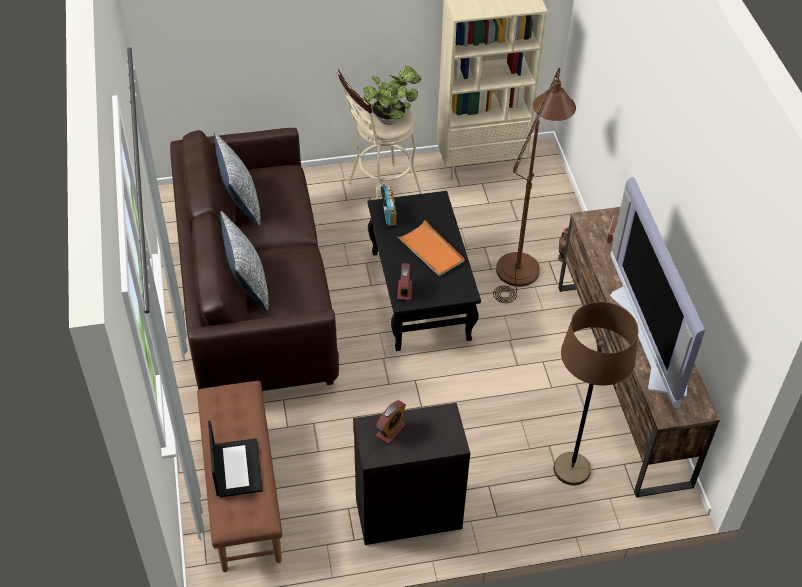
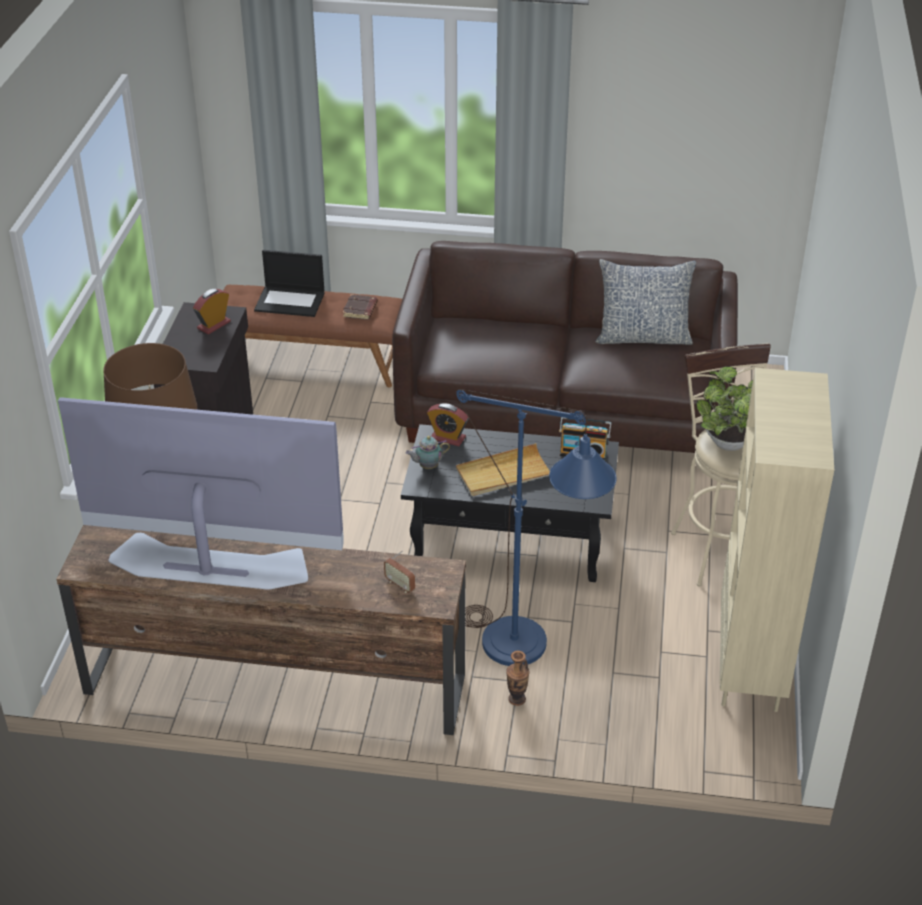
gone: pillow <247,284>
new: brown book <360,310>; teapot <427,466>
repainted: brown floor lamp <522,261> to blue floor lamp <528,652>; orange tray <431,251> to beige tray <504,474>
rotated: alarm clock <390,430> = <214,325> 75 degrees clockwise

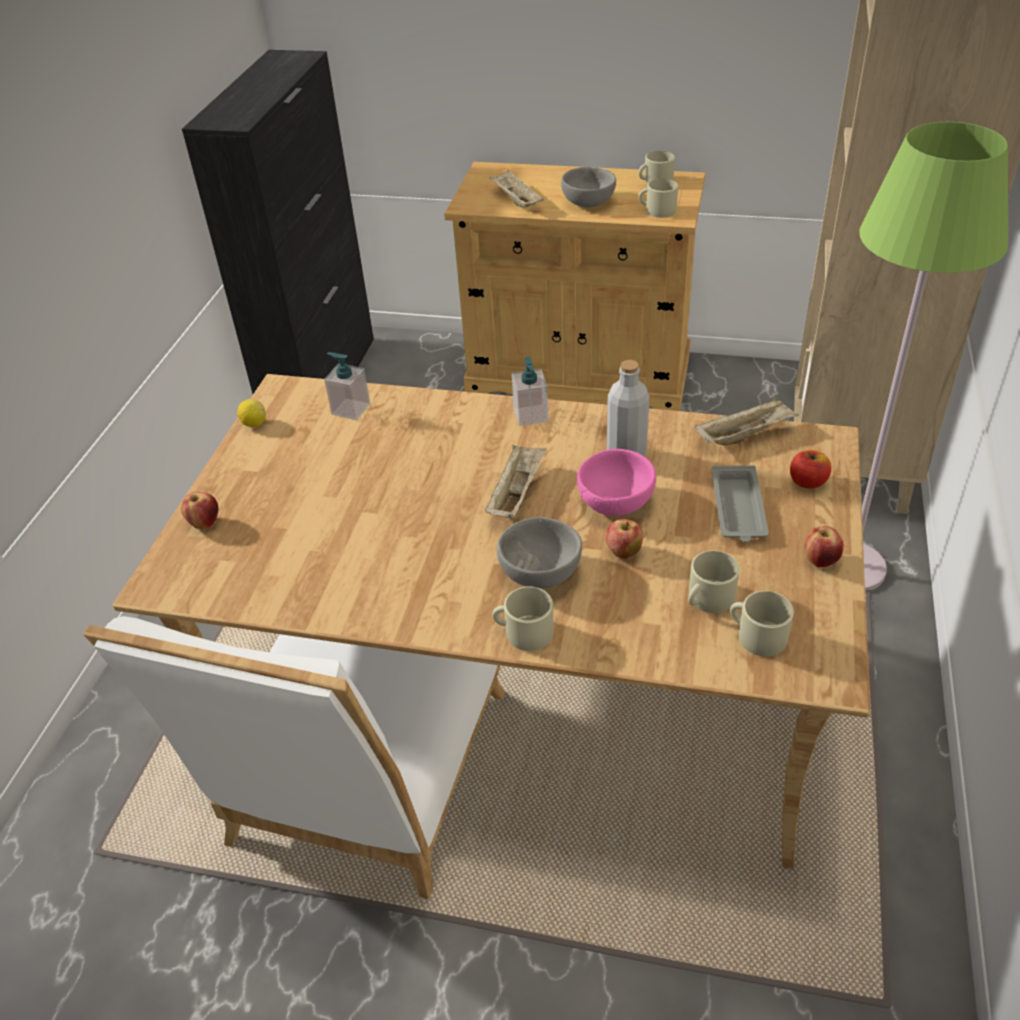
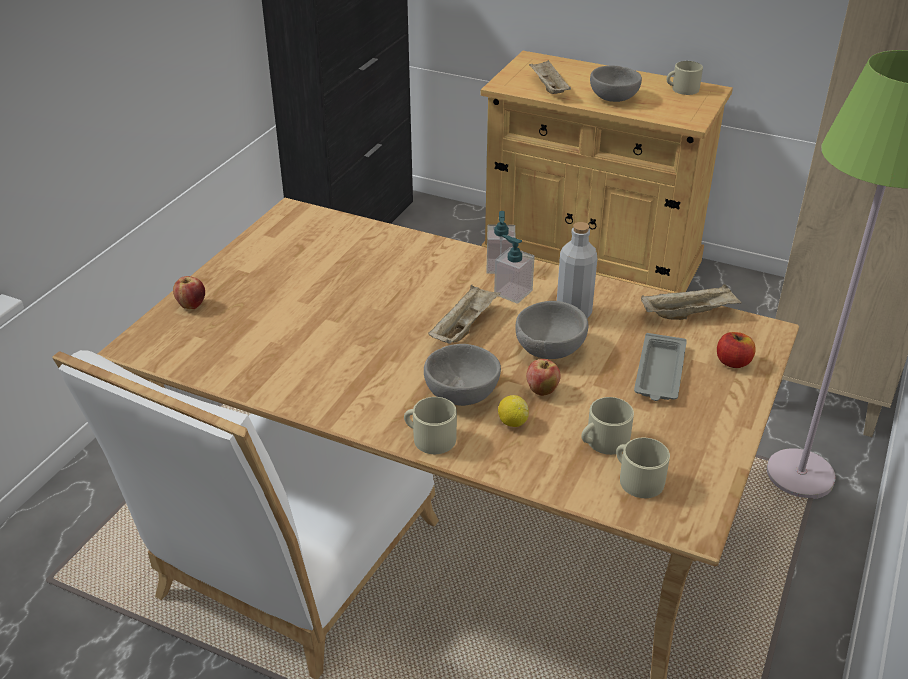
gone: beige mug <657,210>; apple <820,560>
shifted: soap dispenser <350,409> to <513,292>; lemon <254,423> to <512,422>
repainted: pink bowl <617,502> to grey bowl <551,349>

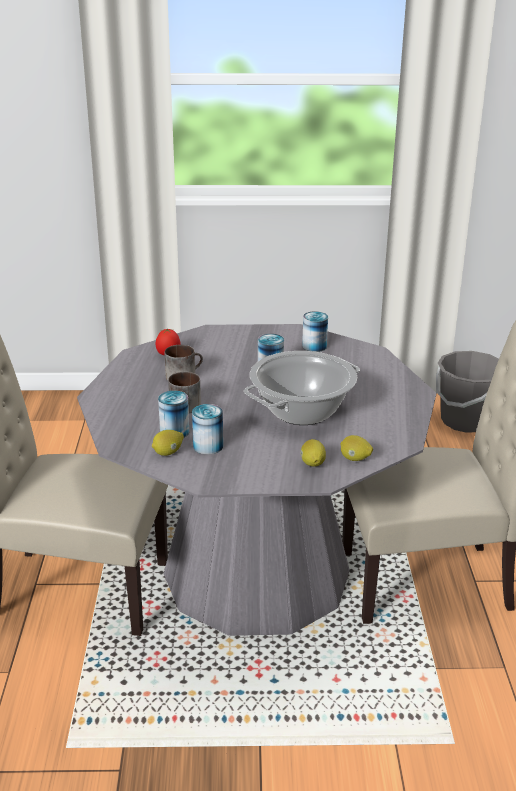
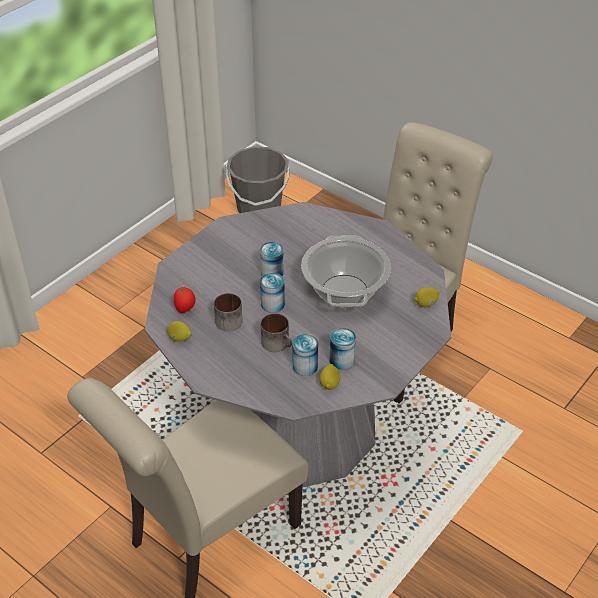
shifted: lemon <312,464> to <179,338>; can <314,346> to <272,304>

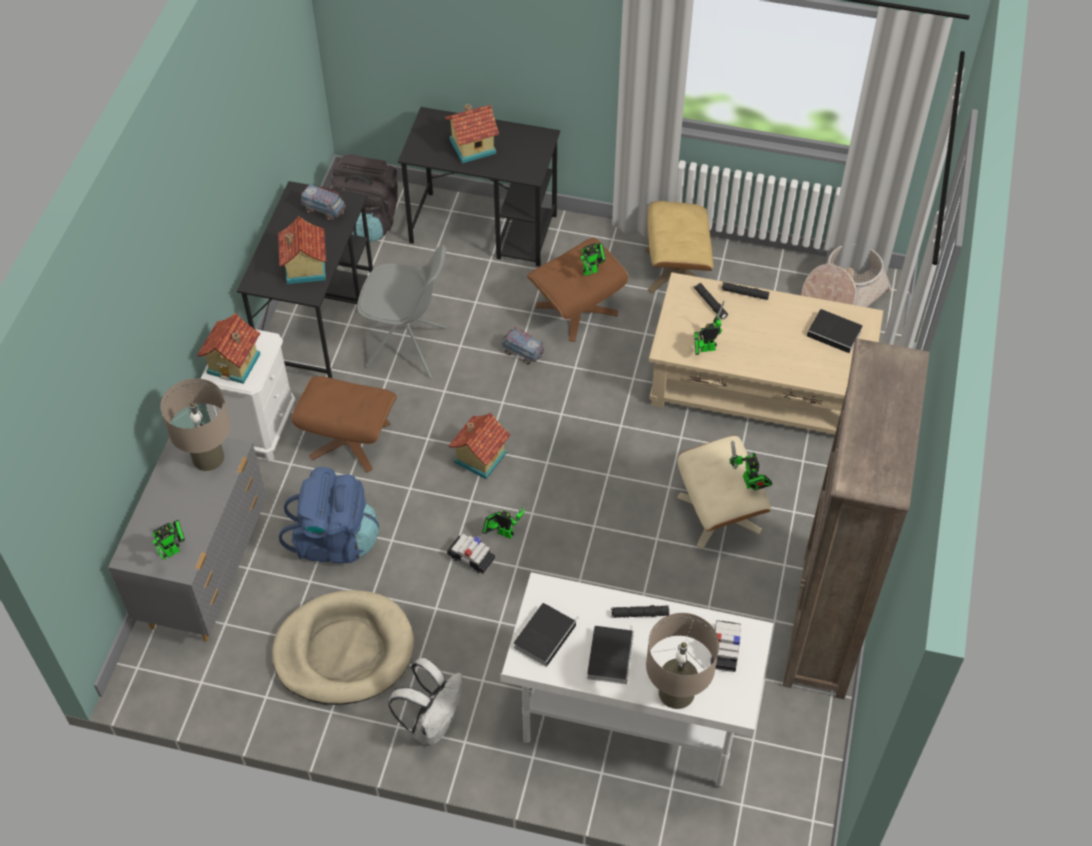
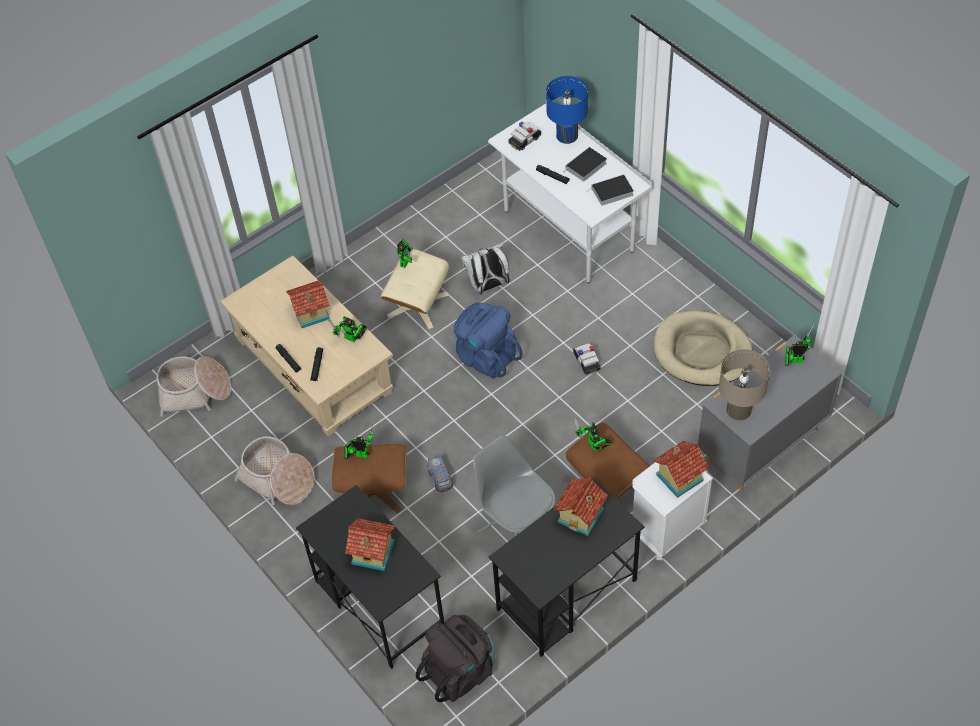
gone: toy truck <324,210>; brown bookcase <823,625>; book <836,334>
shifted: toy house <479,457> to <312,313>; blue backpack <335,540> to <485,356>; white backpack <432,723> to <487,286>; toy robot <503,532> to <594,446>
swapped: beige ottoman <676,269> to basket <278,479>
repainted: beige table lamp <676,692> to blue table lamp <567,135>

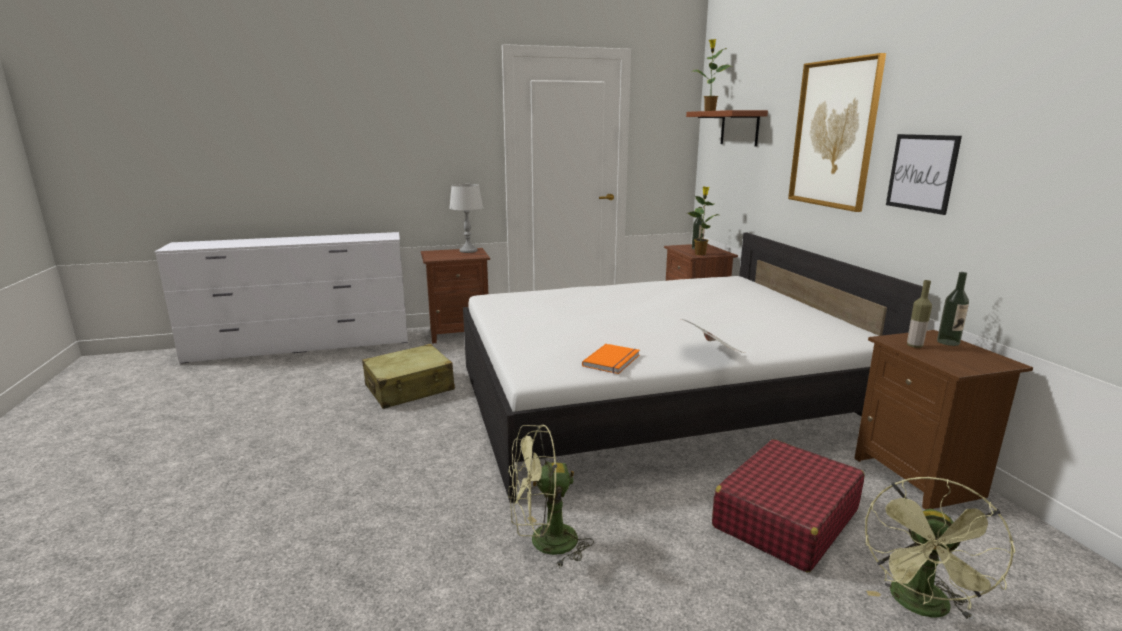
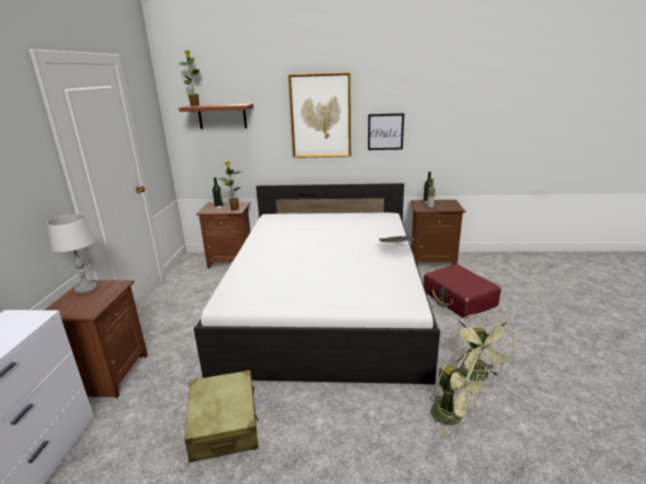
gone: orange book <613,361>
shifted: green fan <922,608> to <453,417>

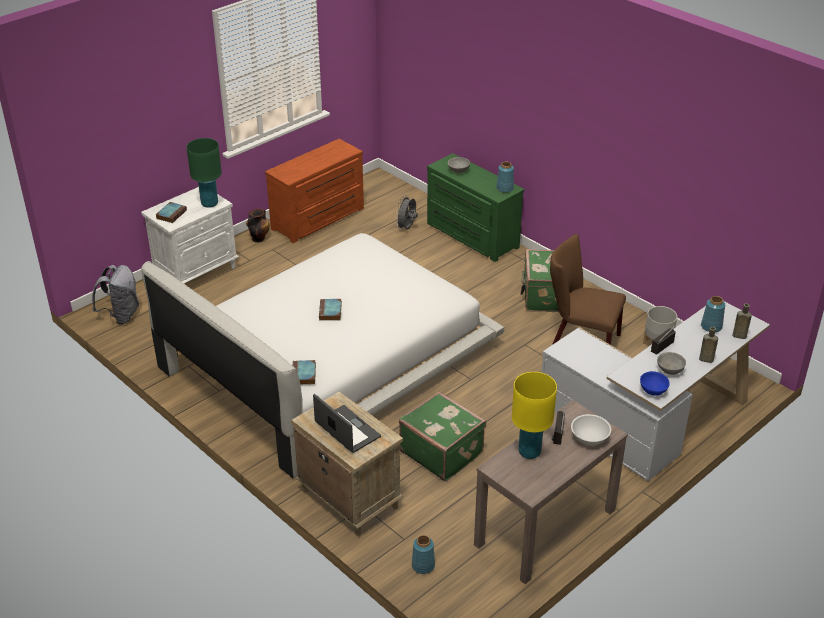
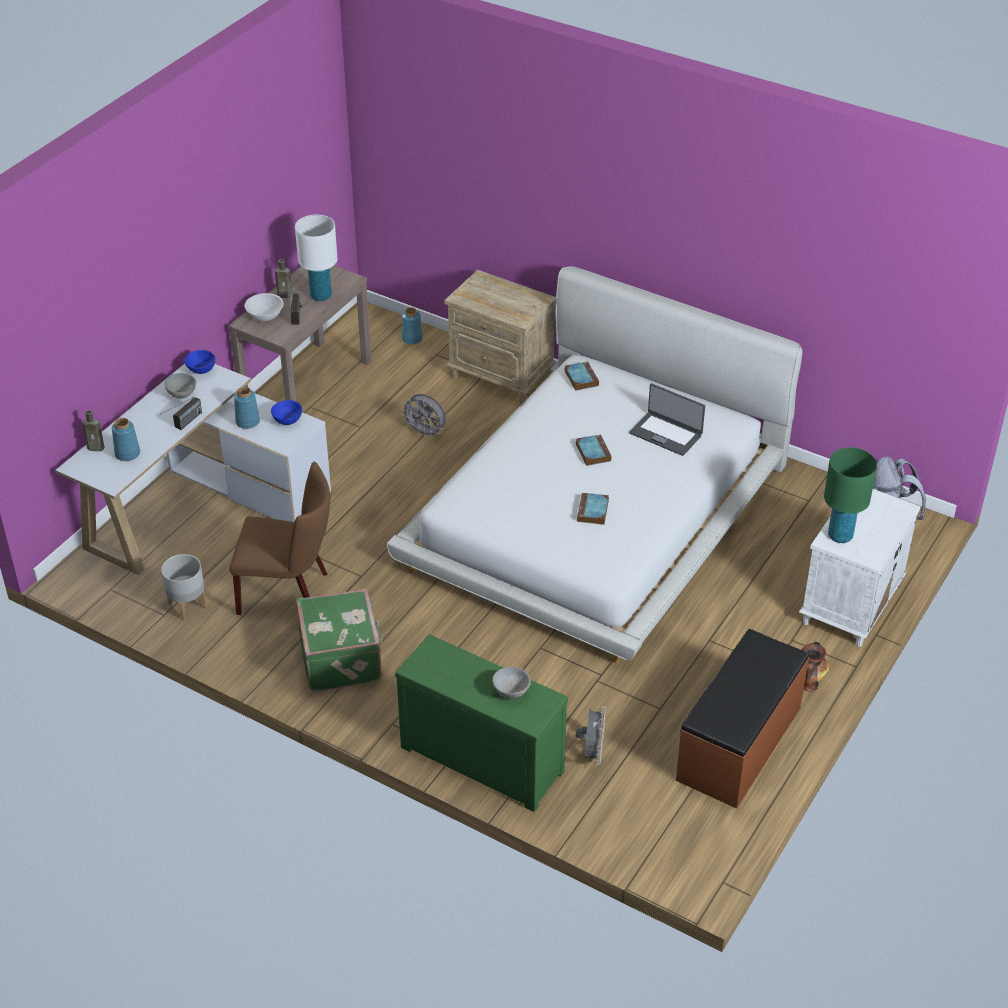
new: blue bowl <287,421>
shifted: blue vase <504,189> to <248,421>; brown bottle <705,359> to <286,295>; book <171,214> to <593,512>; laptop <346,430> to <666,434>
swapped: green suitcase <442,451> to grey fan <425,433>; brown dresser <319,219> to brown bench <740,744>
repainted: yellow table lamp <529,452> to white table lamp <320,296>

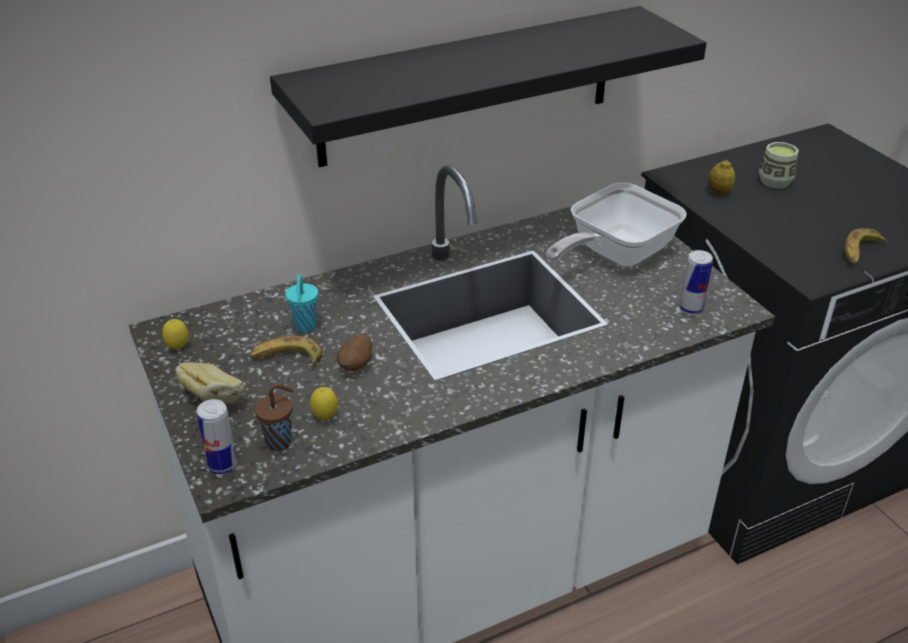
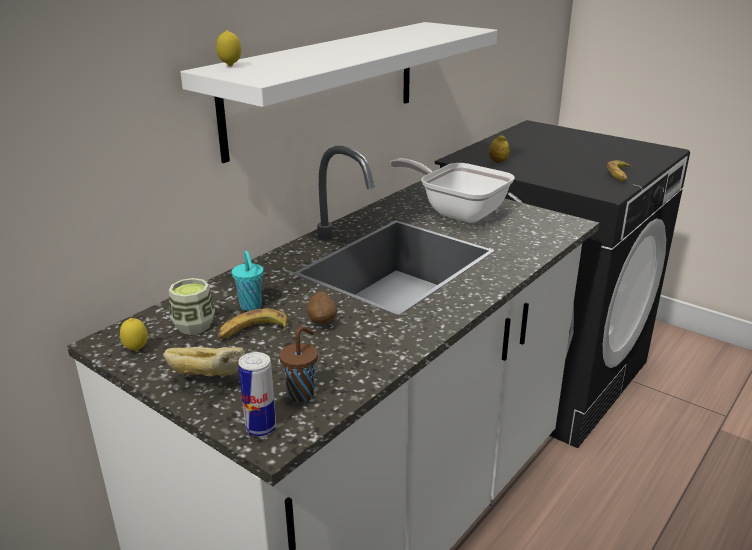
gone: can <691,309>
shifted: cup <775,181> to <194,325>; lemon <325,418> to <230,66>
repainted: black shelf <468,86> to white shelf <325,86>
rotated: frying pan <614,255> = <457,211> 105 degrees clockwise

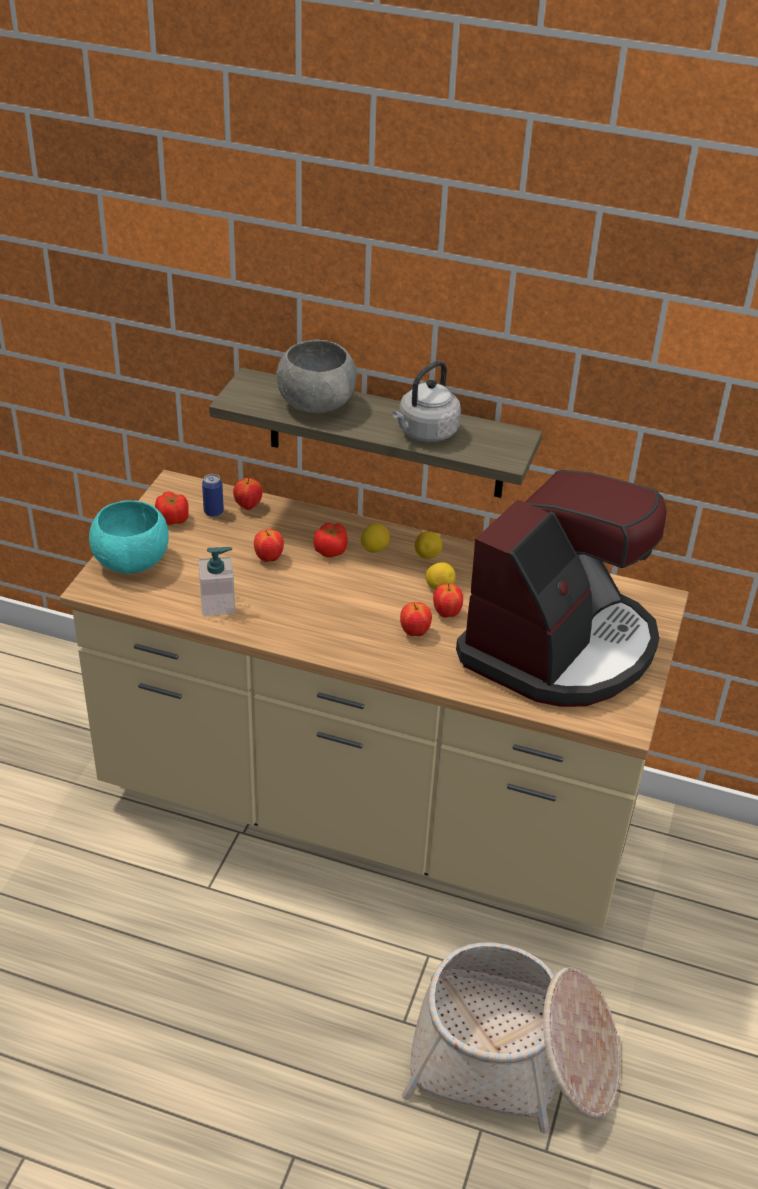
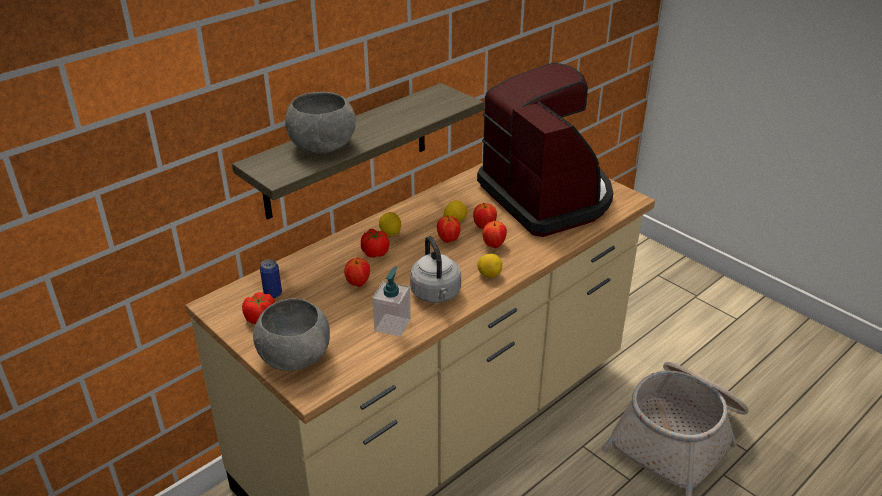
shifted: grey kettle <425,433> to <436,295>; apple <248,506> to <448,240>; lemon <427,555> to <489,275>
repainted: turquoise bowl <130,561> to grey bowl <294,357>

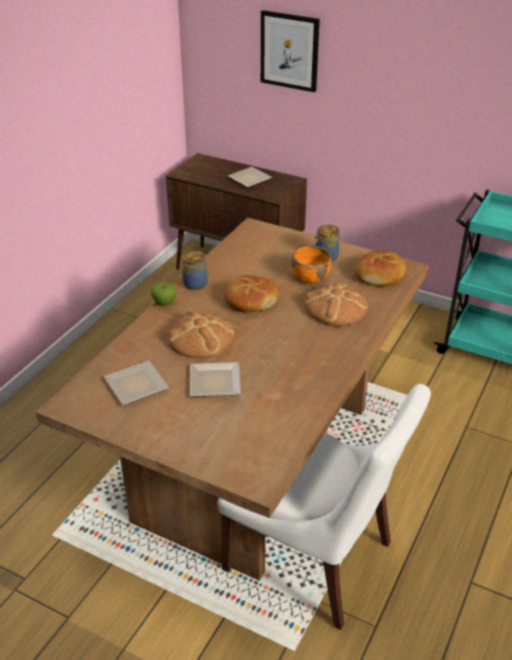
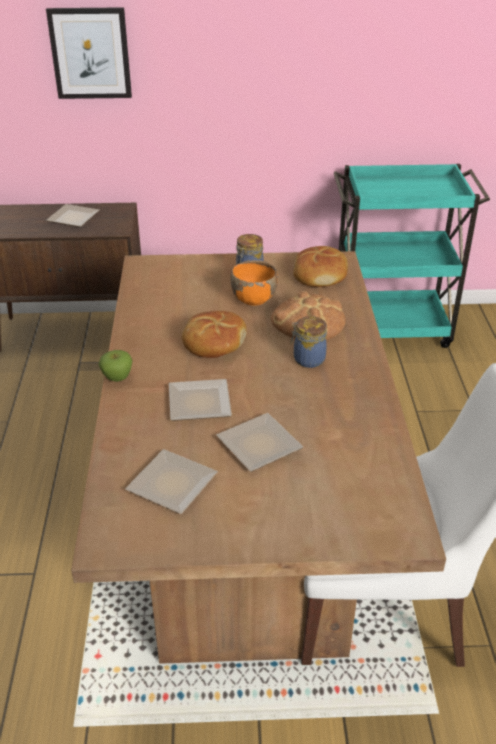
shifted: jar <194,283> to <307,359>
swapped: bread <201,338> to plate <197,402>

